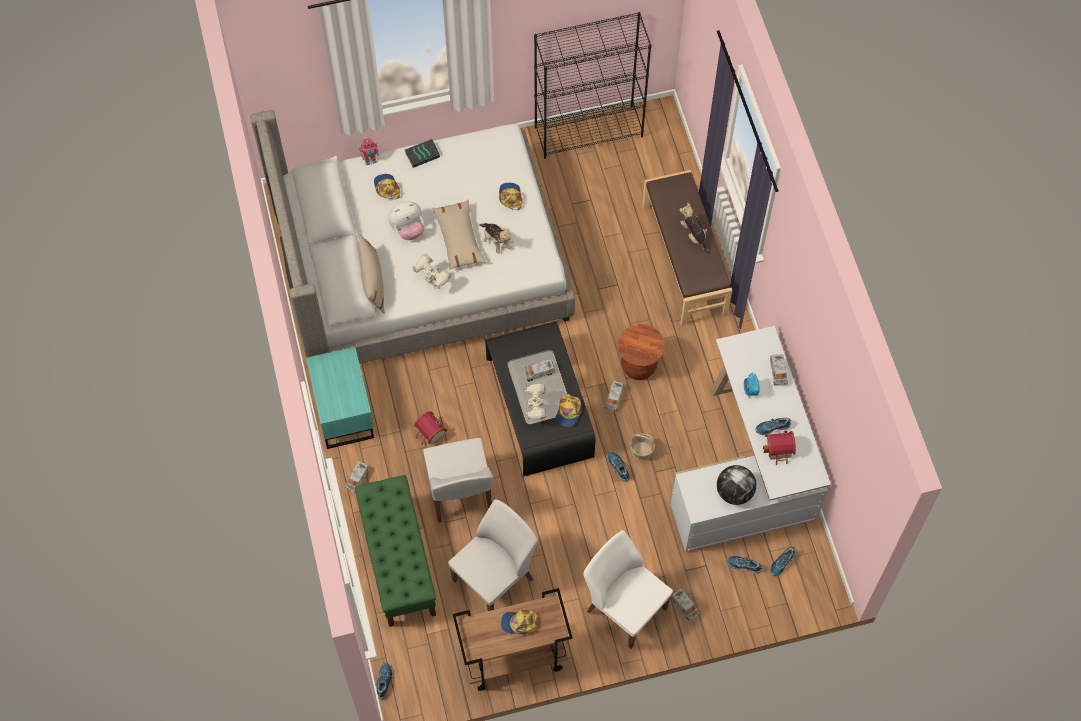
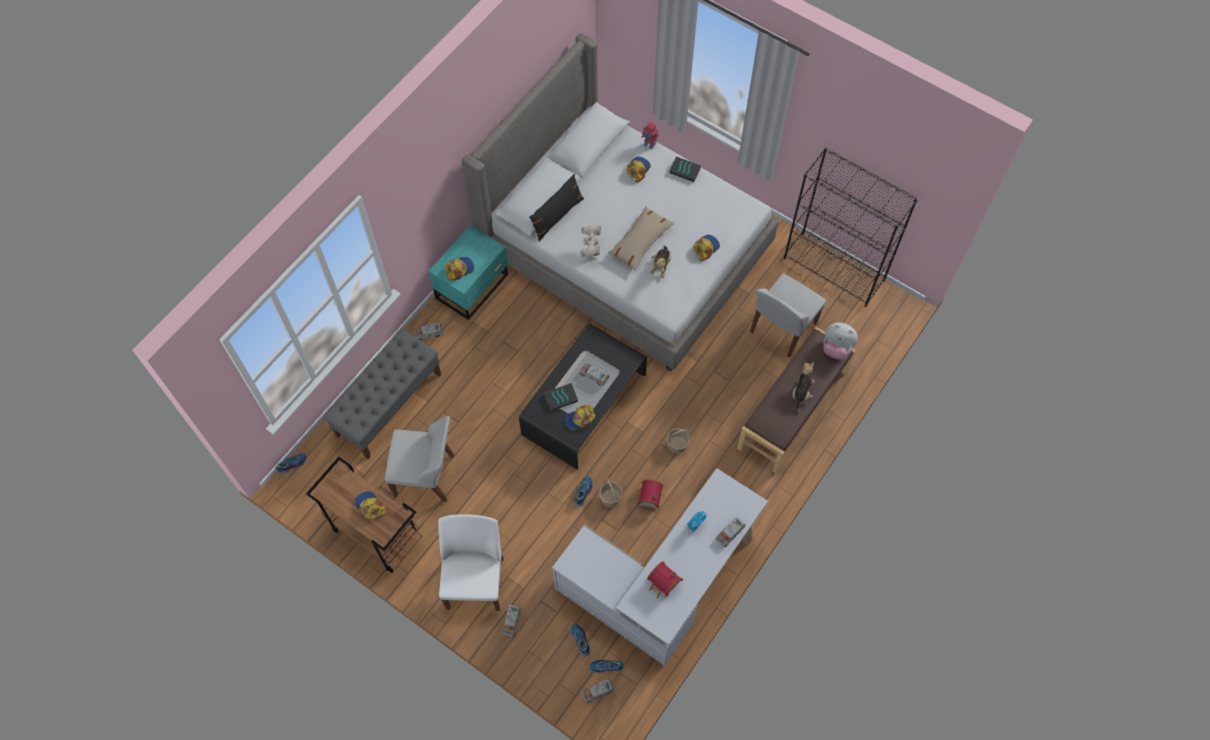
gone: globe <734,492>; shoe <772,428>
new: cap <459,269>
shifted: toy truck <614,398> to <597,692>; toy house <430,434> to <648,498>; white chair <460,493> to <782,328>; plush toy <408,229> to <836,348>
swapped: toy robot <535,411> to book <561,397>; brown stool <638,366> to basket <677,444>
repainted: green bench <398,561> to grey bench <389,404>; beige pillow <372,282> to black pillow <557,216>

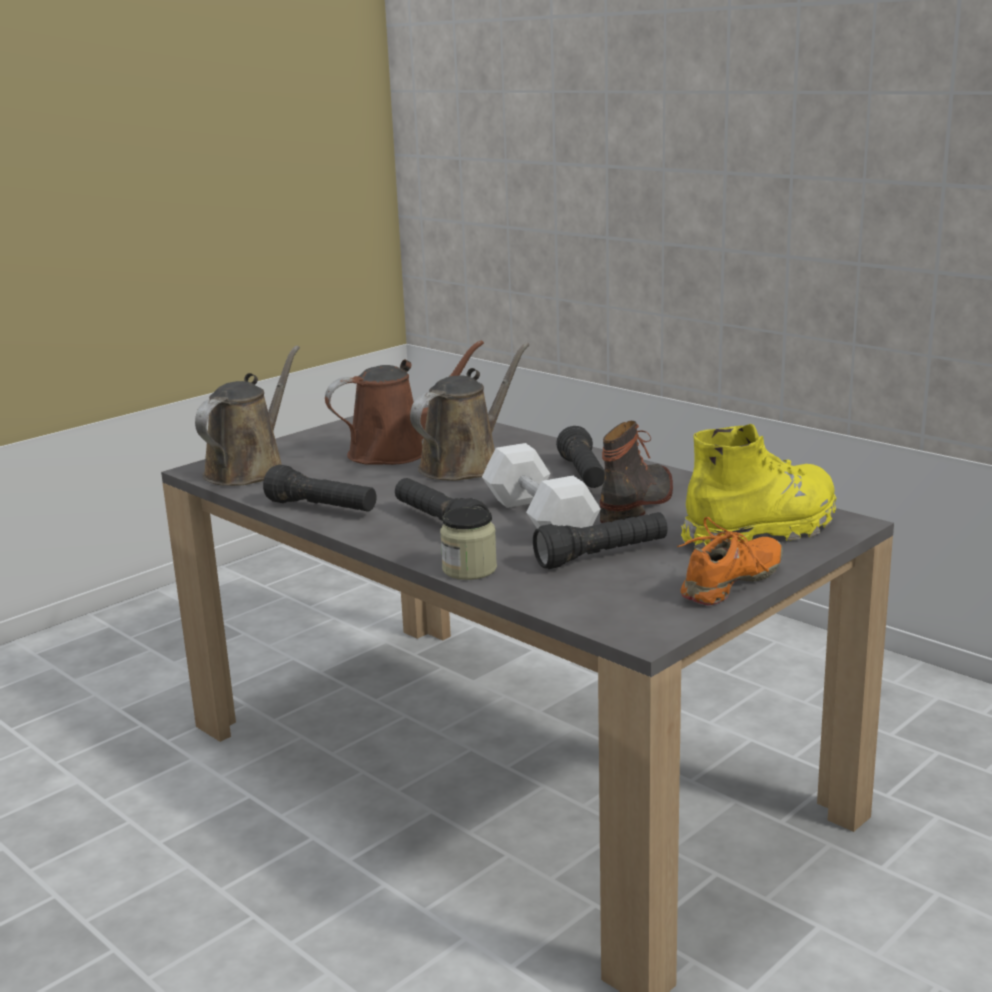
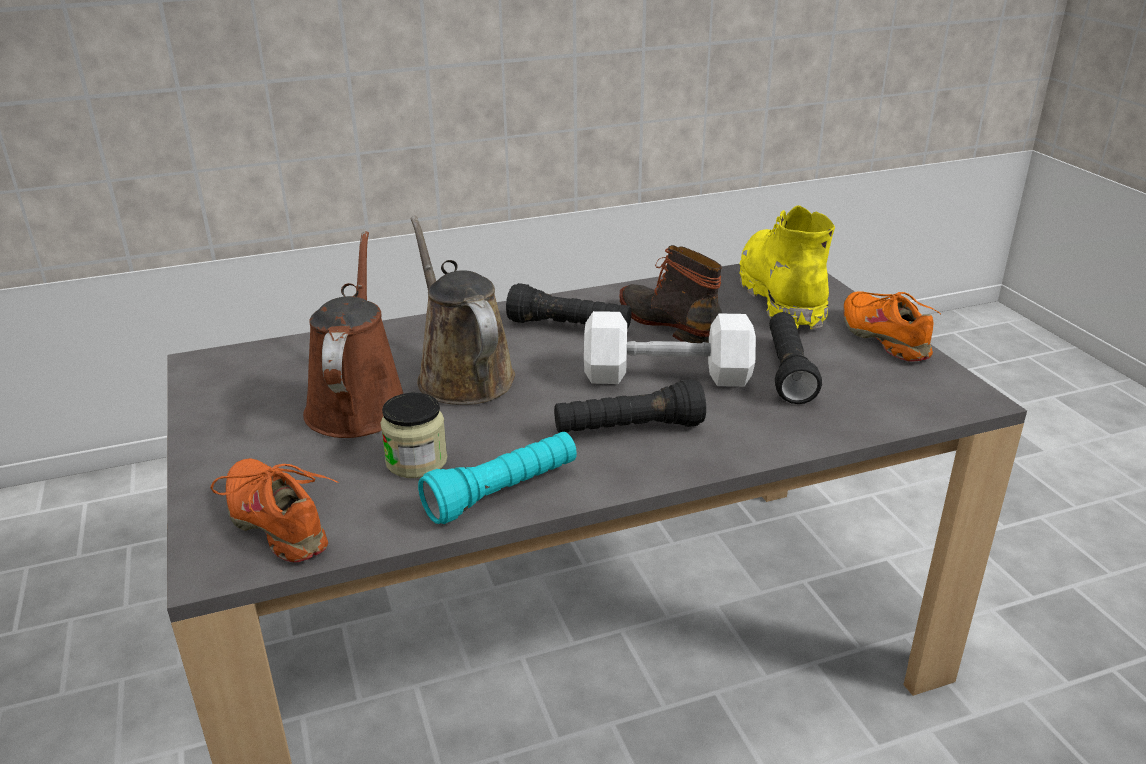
shifted: jar <469,569> to <416,461>
swapped: brown watering can <249,470> to orange shoe <278,521>
repainted: black flashlight <322,508> to turquoise flashlight <502,493>

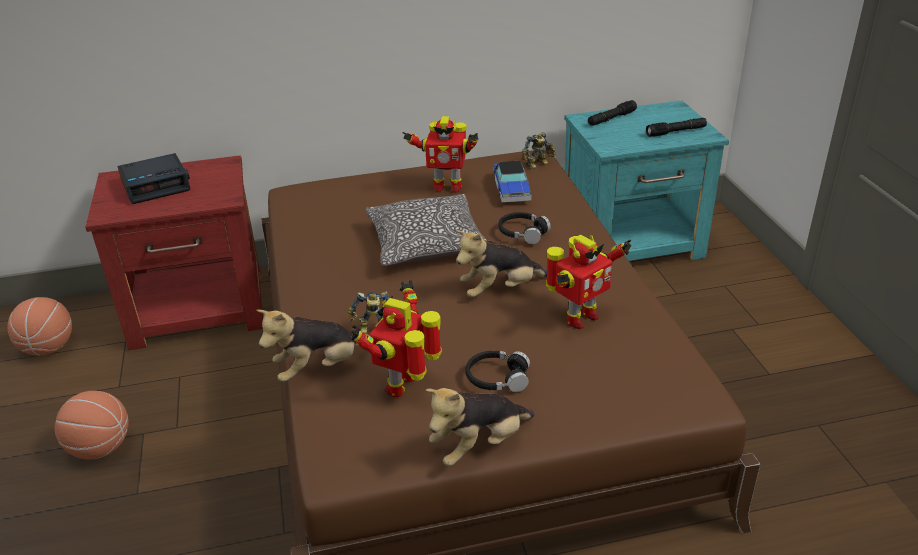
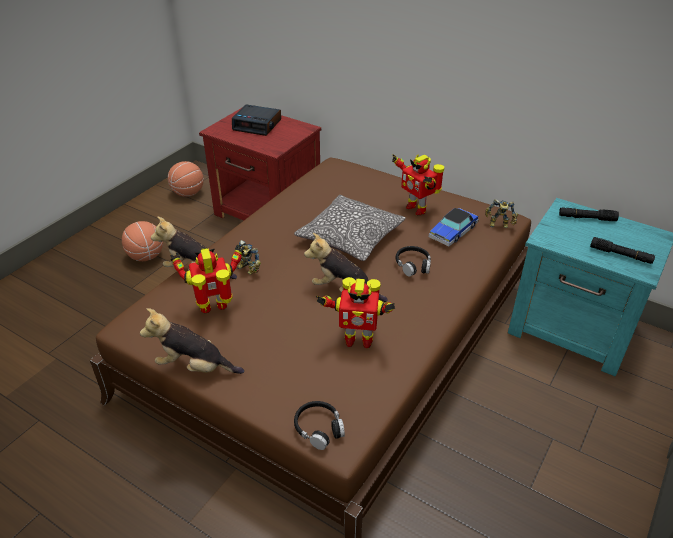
shifted: black headphones <497,378> to <319,428>

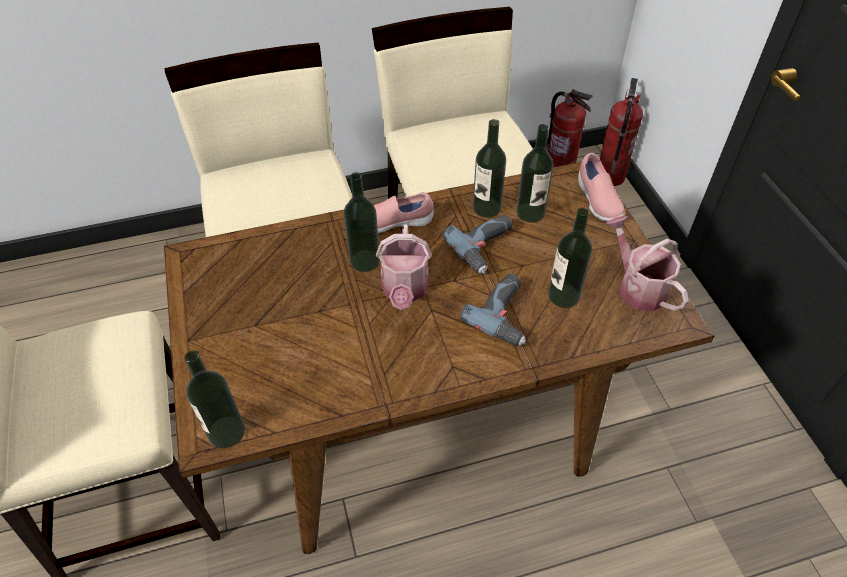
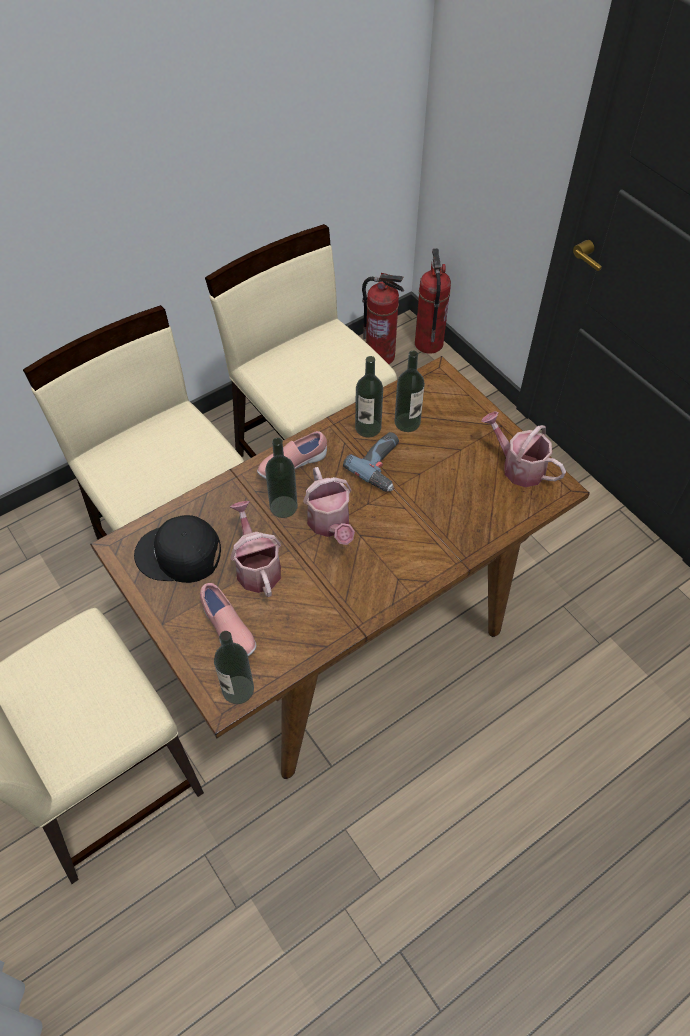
gone: power drill <506,314>; bottle <563,295>
new: black cap <179,555>; watering can <256,566>
shifted: pink shoe <597,201> to <227,629>

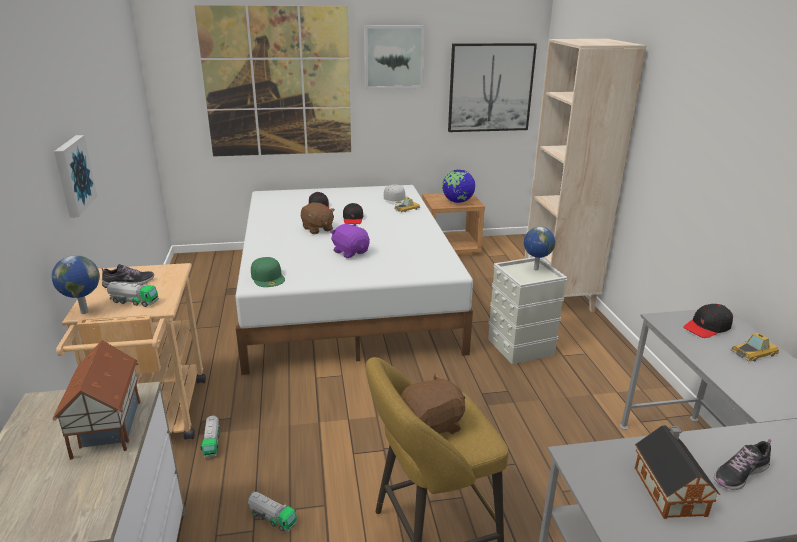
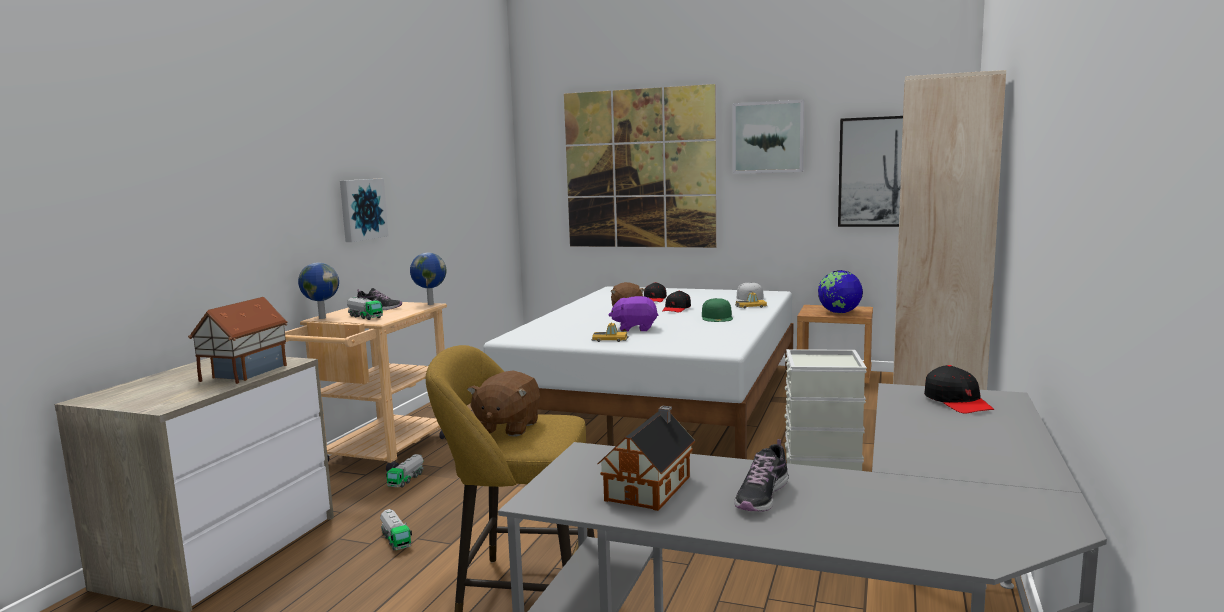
shifted: globe <535,269> to <430,304>; toy car <754,352> to <610,339>; green cap <268,277> to <717,317>
rotated: brown plush toy <432,426> = <507,427> 105 degrees clockwise; purple plush toy <350,252> = <635,328> 75 degrees counterclockwise; shoe <739,474> = <761,496> 60 degrees counterclockwise; black cap <707,327> = <957,402> 105 degrees counterclockwise

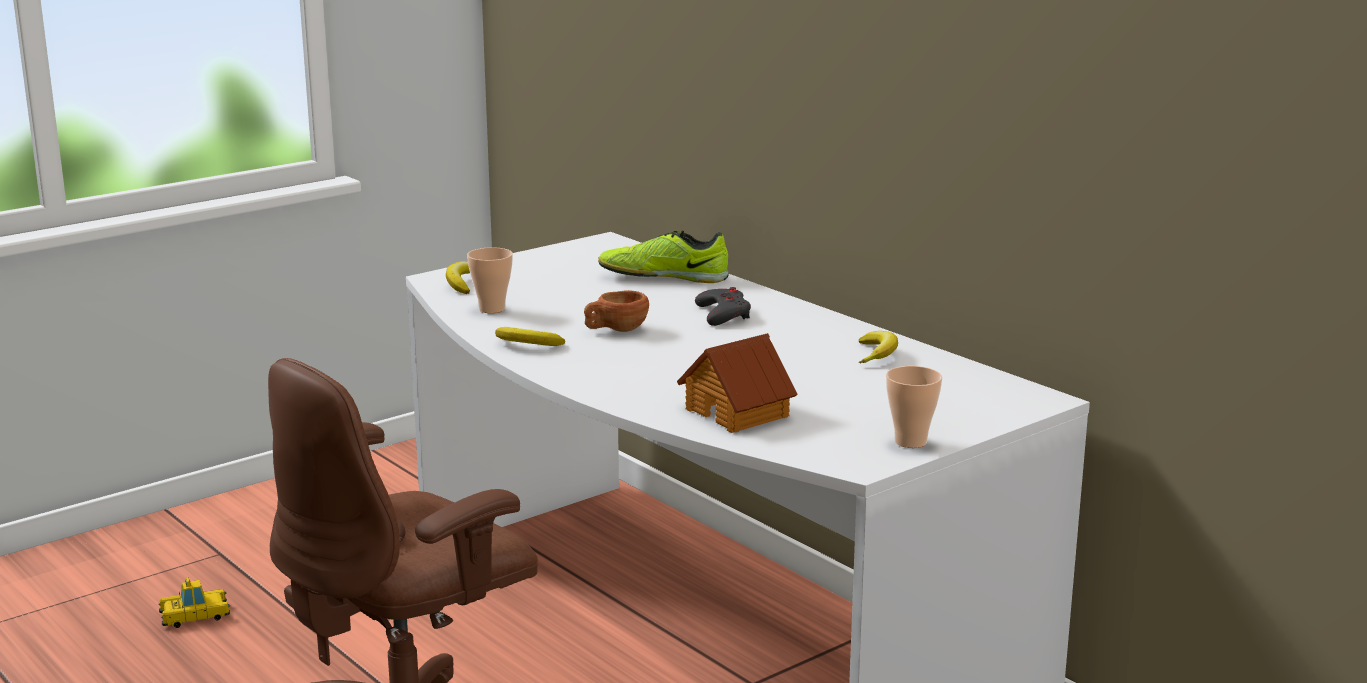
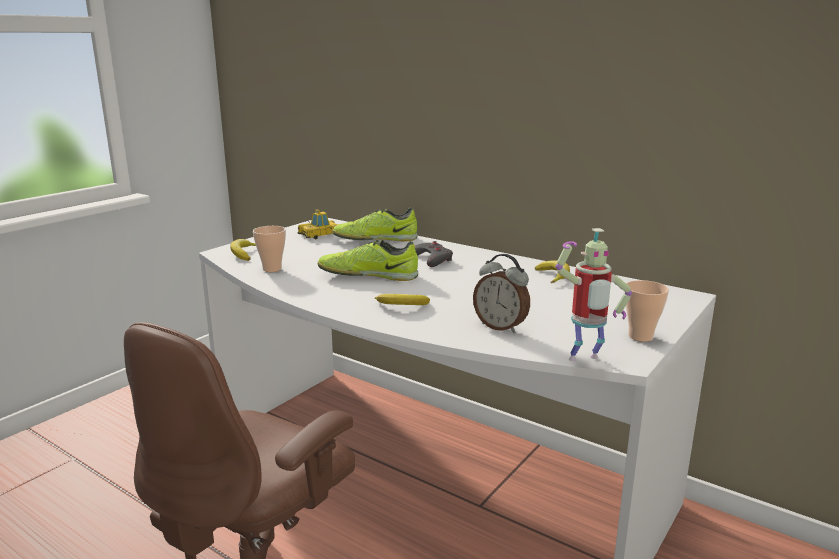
new: toy robot <584,360>
shifted: toy car <195,615> to <321,234>; banana <526,345> to <401,306>
swapped: brown cup <616,330> to shoe <368,275>; toy house <738,412> to alarm clock <501,327>

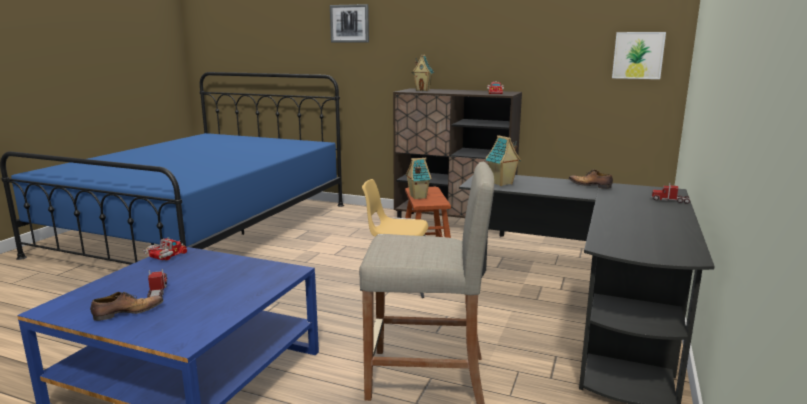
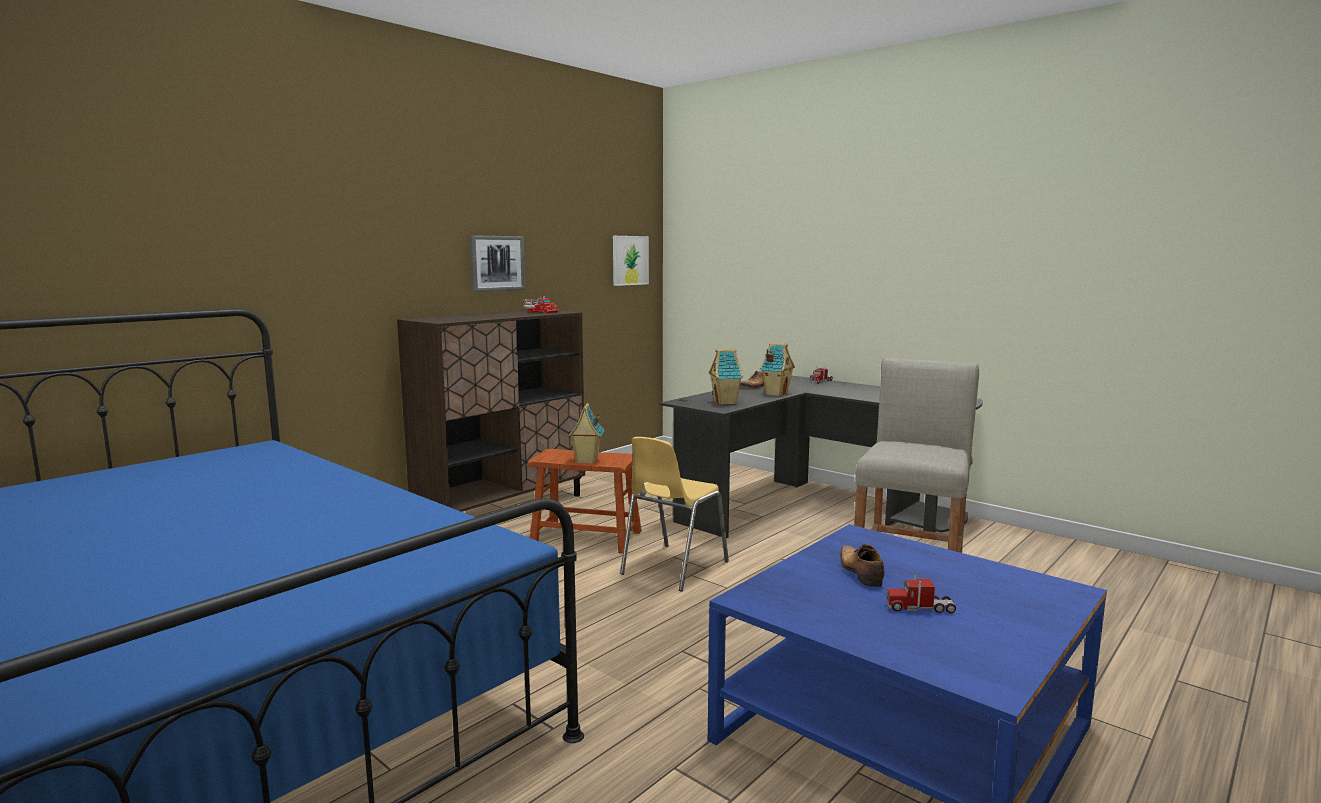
gone: toy truck <164,257>
shifted: picture <349,23> to <497,263>; toy house <423,90> to <776,394>; shoe <127,312> to <860,572>

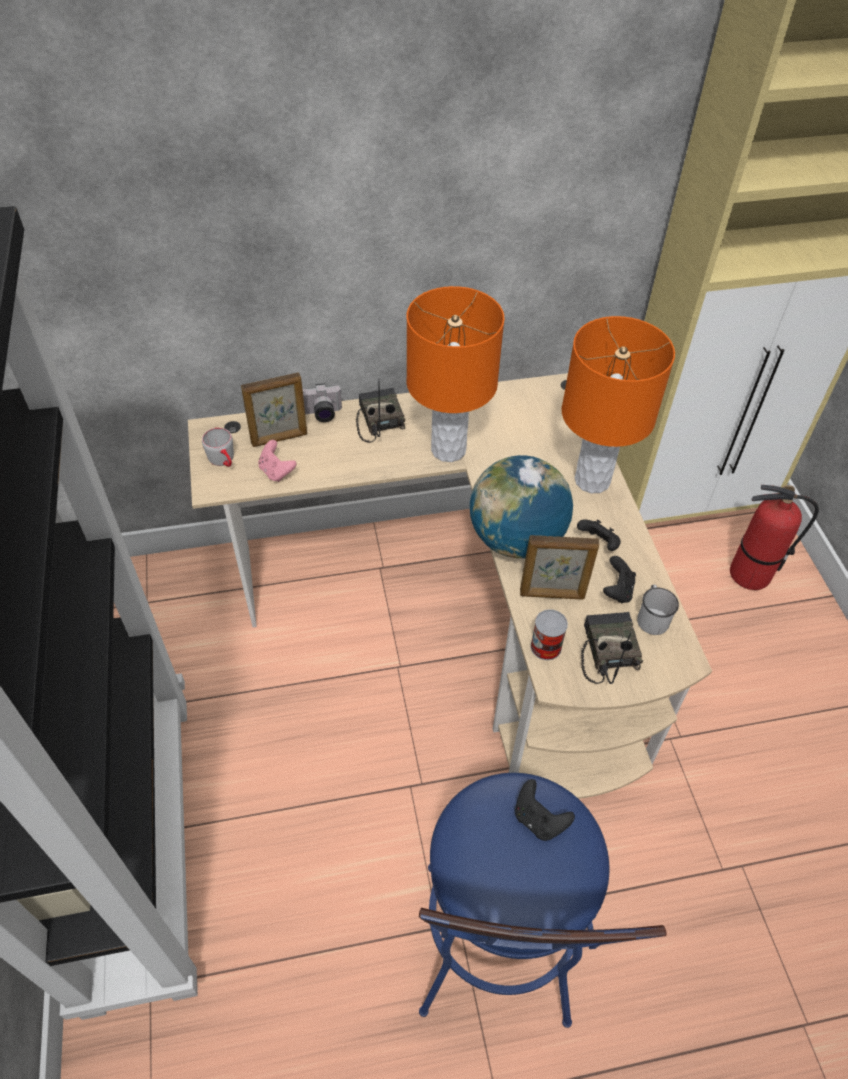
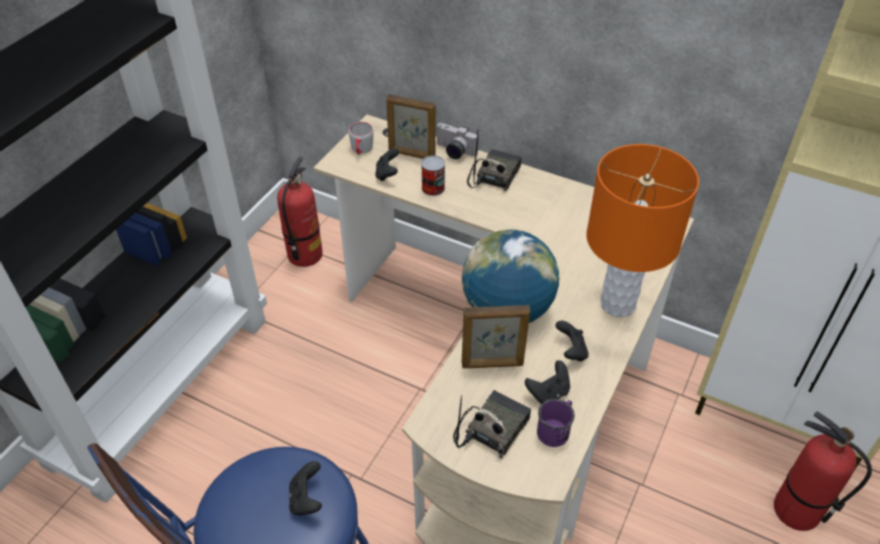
gone: orange table lamp <449,450>
new: fire extinguisher <304,255>
shifted: can <546,646> to <433,188>
repainted: pink game controller <276,471> to black game controller <387,174>; white mug <652,617> to purple mug <556,429>
rotated: picture frame <552,595> = <492,364> 45 degrees counterclockwise

